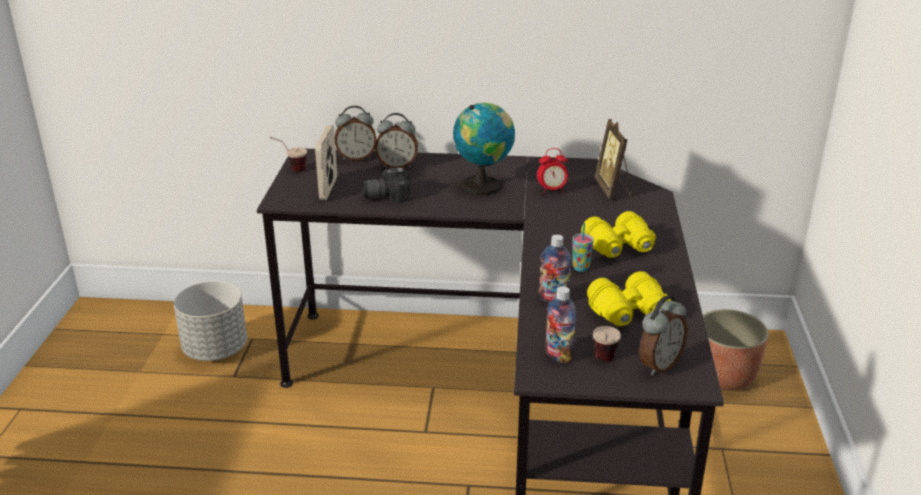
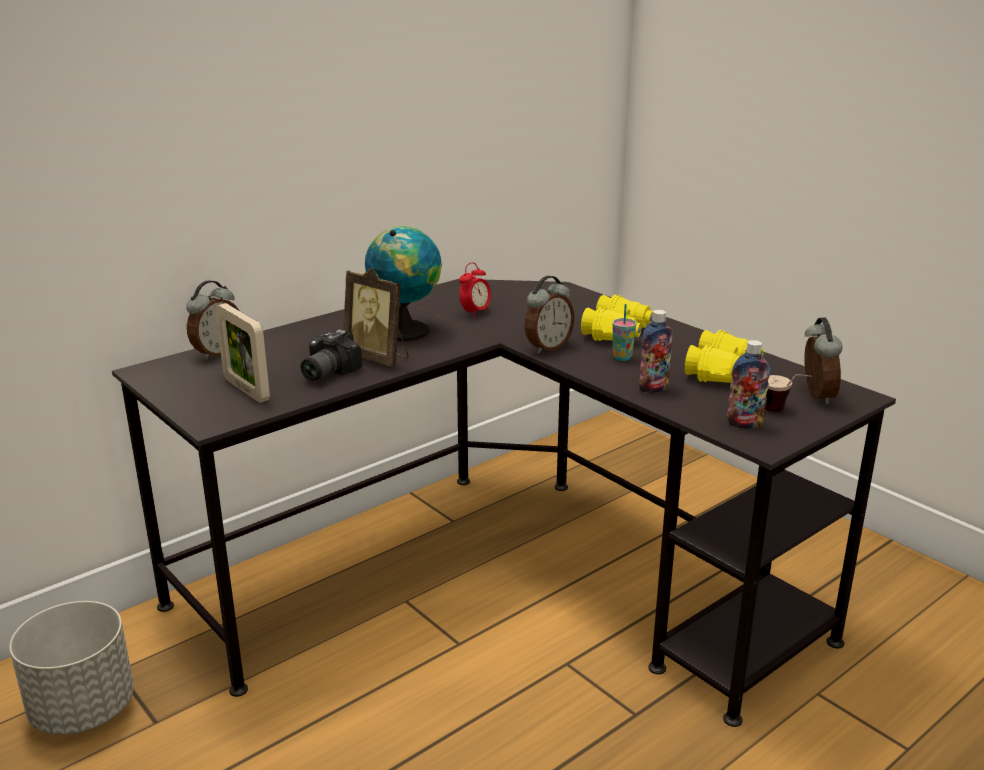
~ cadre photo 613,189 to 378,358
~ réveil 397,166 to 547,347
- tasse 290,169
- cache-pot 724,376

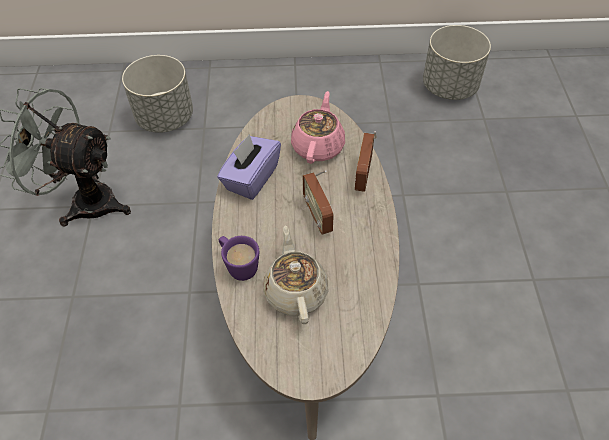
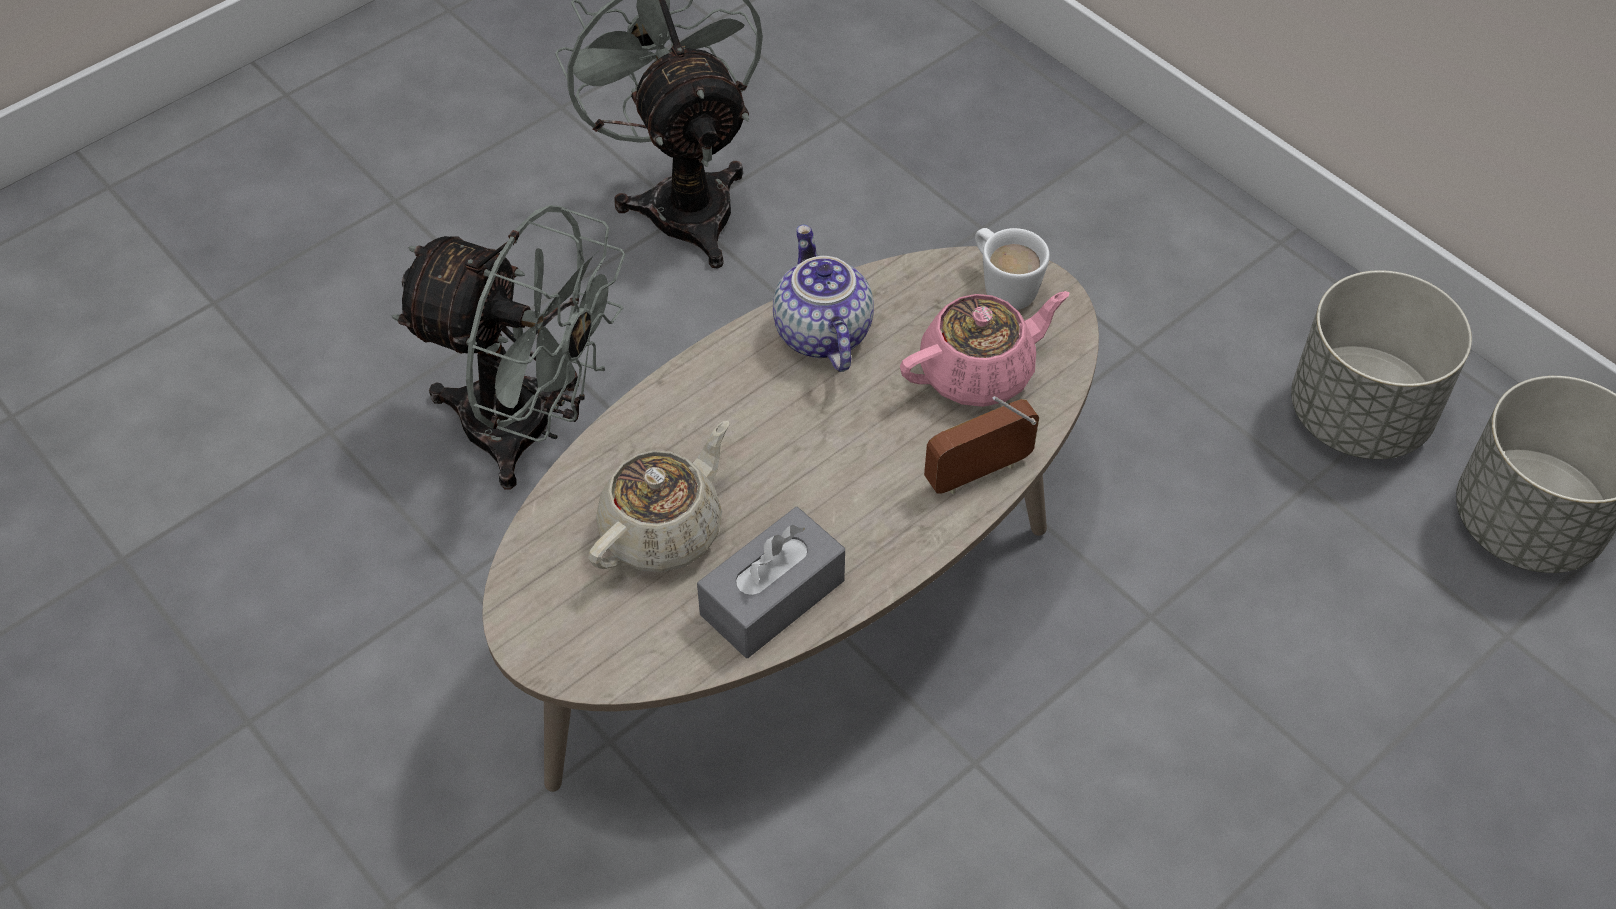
+ ventilateur [gris] 531,430
+ boîte à mouchoirs [gris] 772,597
~ boîte à mouchoirs [violet] 251,178 to théière 820,333
+ mug [blanc] 1002,287
~ cache-pot [gris] 166,118 to 1359,416
- mug [violet] 238,265
- radio 318,216

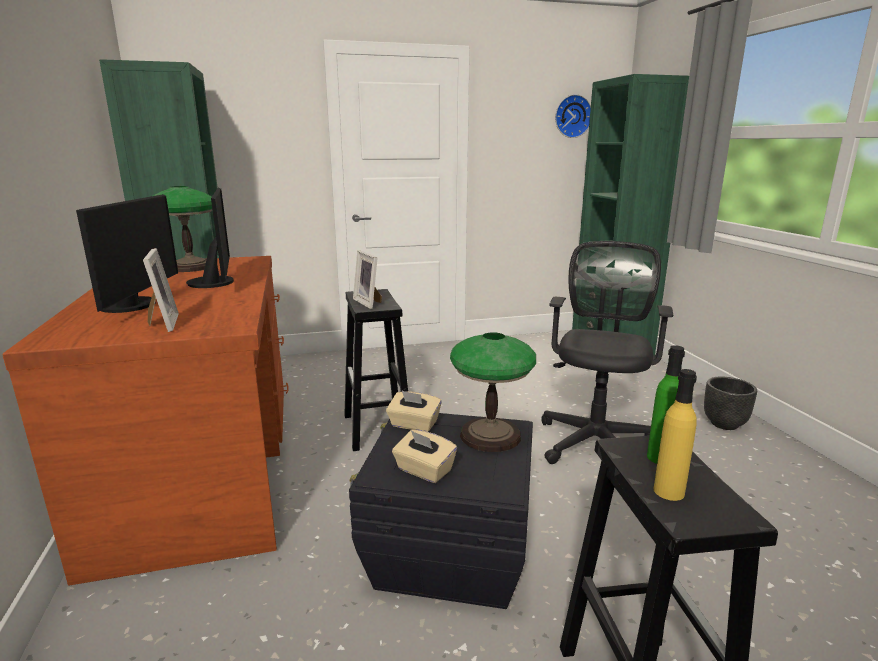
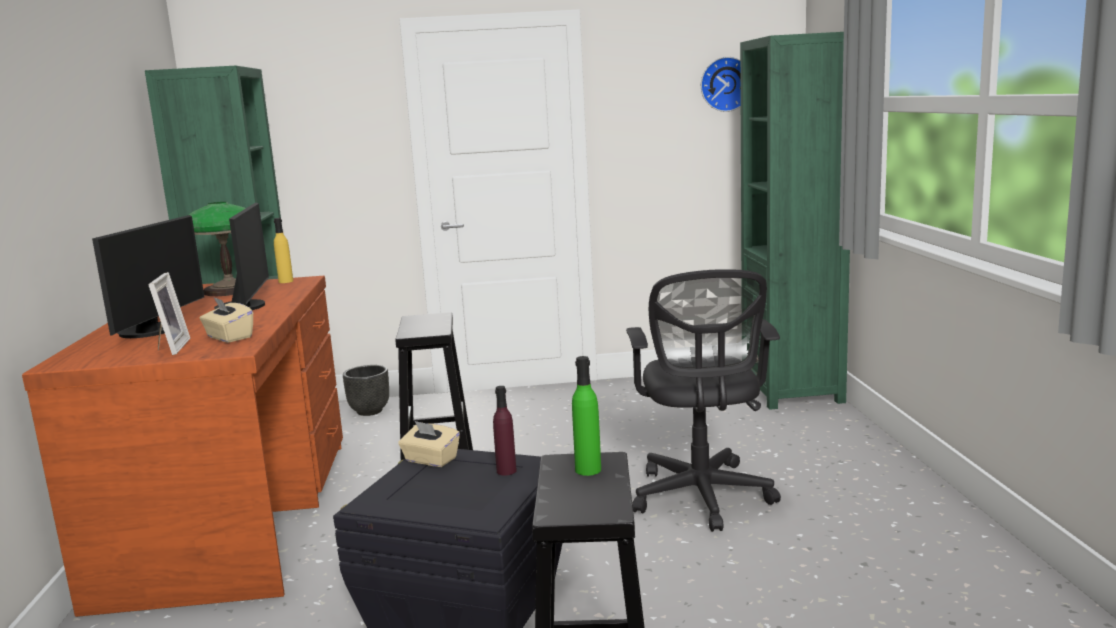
~ boîte à mouchoirs [beige] 424,471 to 229,337
~ bouteille [jaune] 668,491 to 286,281
~ cache-pot [noir] 723,424 to 369,411
~ lampe de table 490,435 to bouteille [violet] 506,471
~ chaise de bureau [noir] 595,439 = 702,498 150 degrees clockwise
- cadre photo 369,303

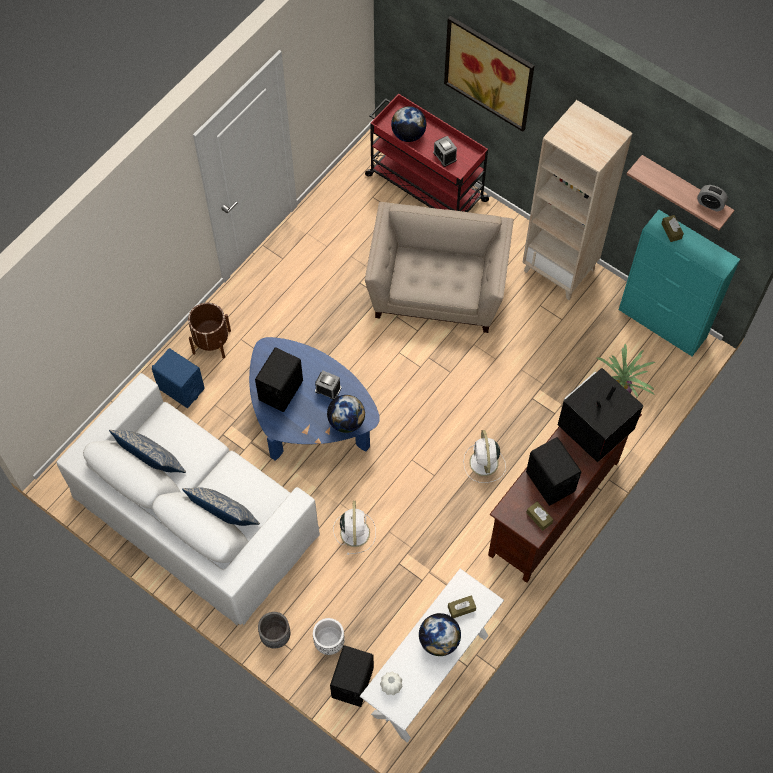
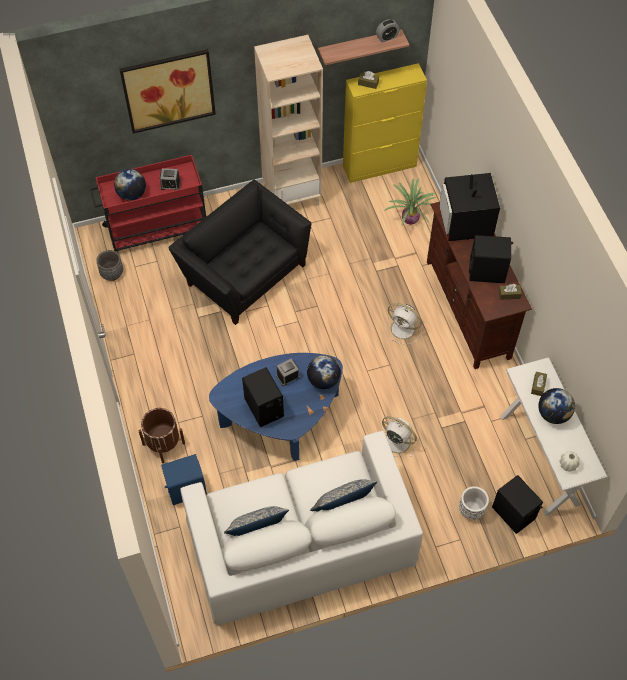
~ cache-pot [gris] 275,636 to 112,274
~ fauteuil [beige] 438,287 to fauteuil [noir] 244,272
~ meuble de rangement [turquoise] 662,324 to meuble de rangement [jaune] 380,166

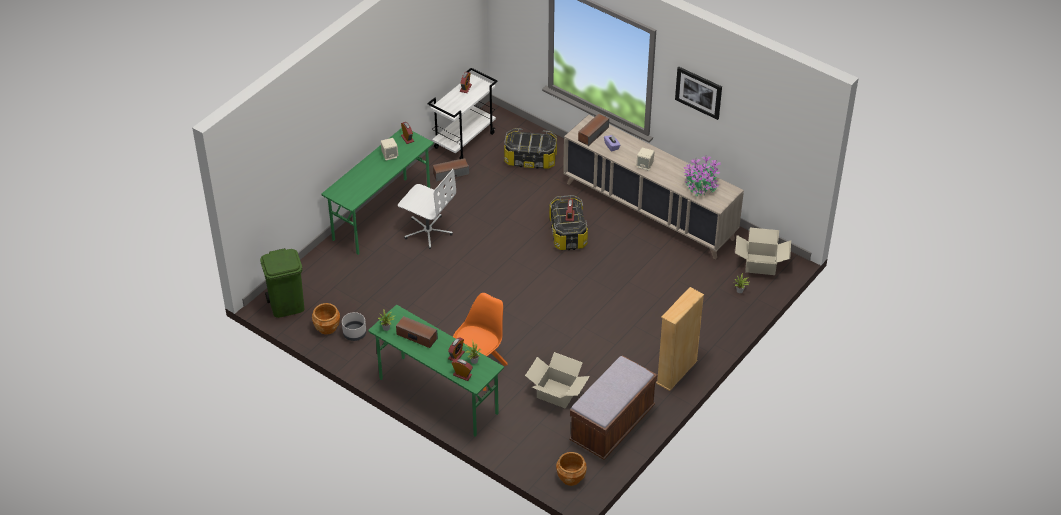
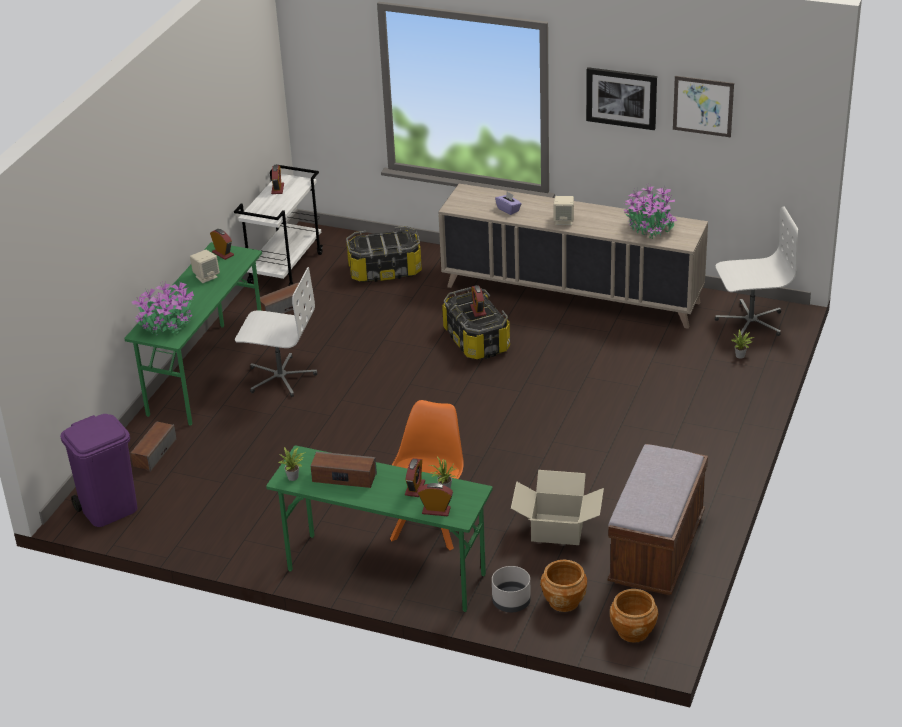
~ poubelle [vert] 287,305 to poubelle [violet] 109,509
~ enceinte 593,134 to 154,453
+ plante en pot 168,324
~ cache-pot [gris] 354,333 to 511,601
~ cache-pot [marron] 327,327 to 564,601
+ tableau 703,106
~ carton 760,264 to chaise de bureau [blanc] 750,322
- bibliothèque [beige] 676,372

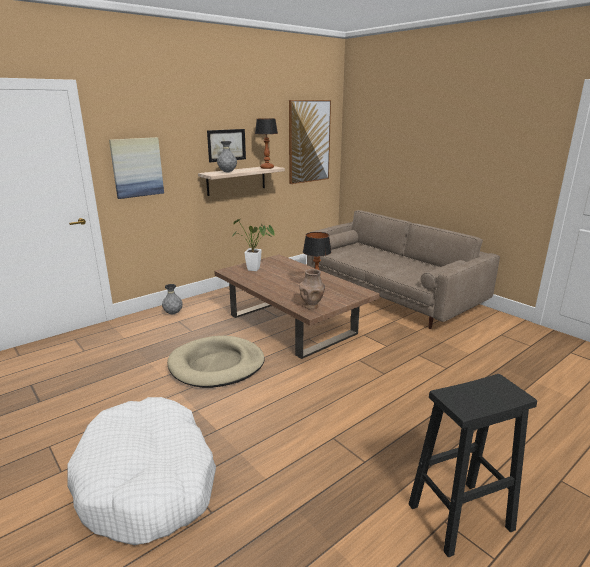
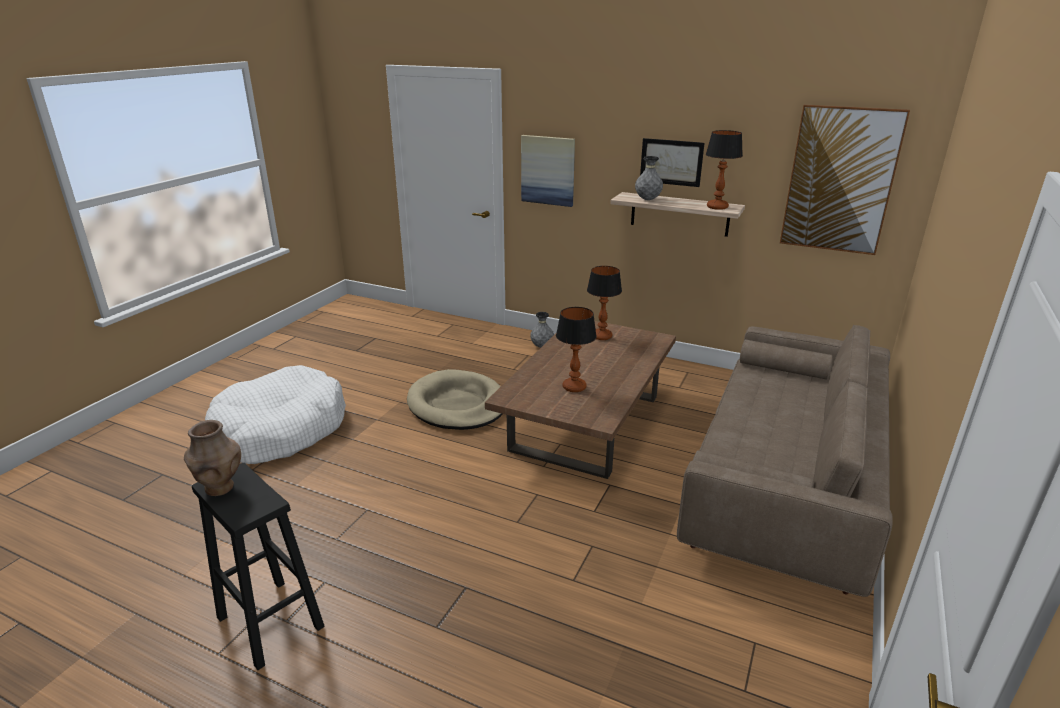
~ vase [marron] 311,306 to 220,488
~ plante en pot 256,269 to lampe de table 601,336

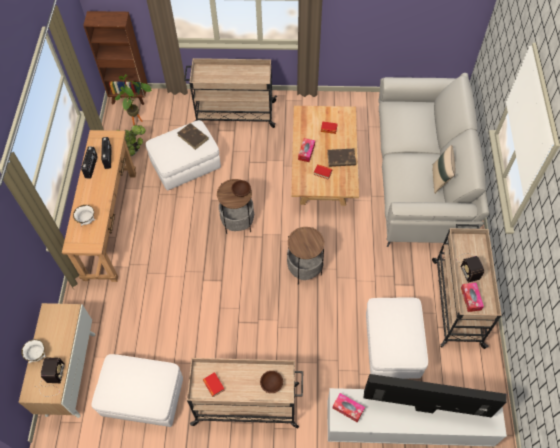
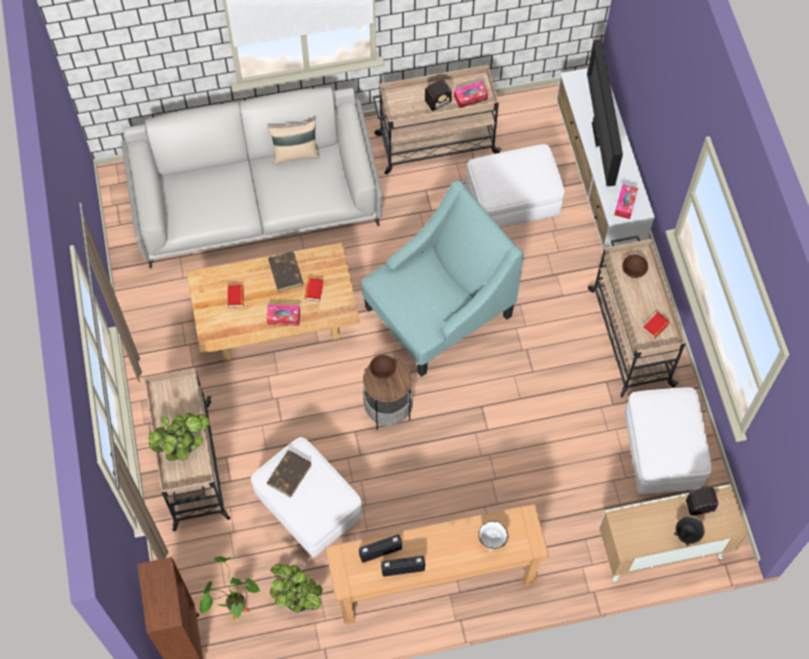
+ plante en pot 183,446
~ table d'appoint 304,269 to fauteuil [turquoise] 437,312
~ bol [blanc] 38,355 to bol [noir] 686,535

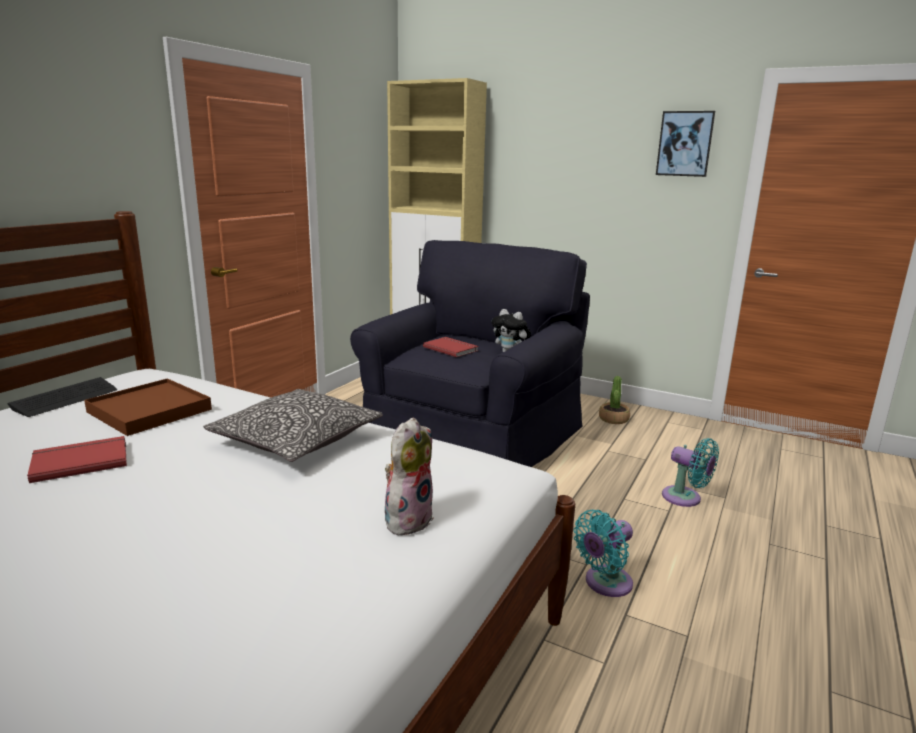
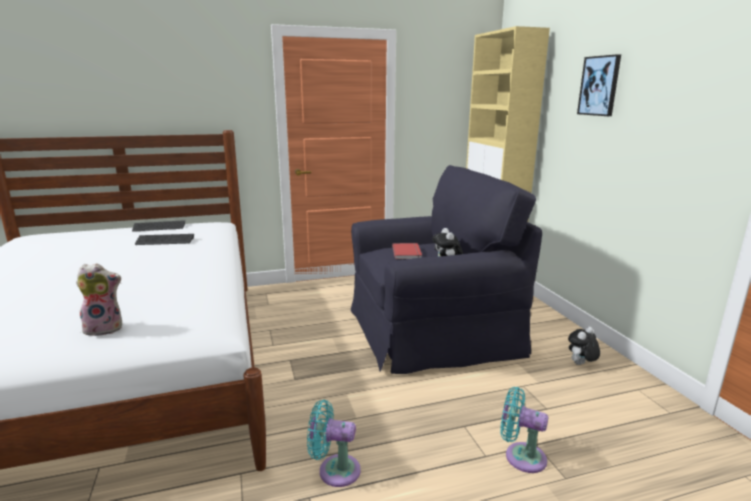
~ plateau [marron] 150,410 to clavier 165,241
~ ventilateur [turquoise] 685,498 = 521,456 120 degrees clockwise
~ plante en pot 613,419 to peluche 580,365
~ tableau 685,144 to 599,86
- livre [rouge] 80,461
- coussin 297,440

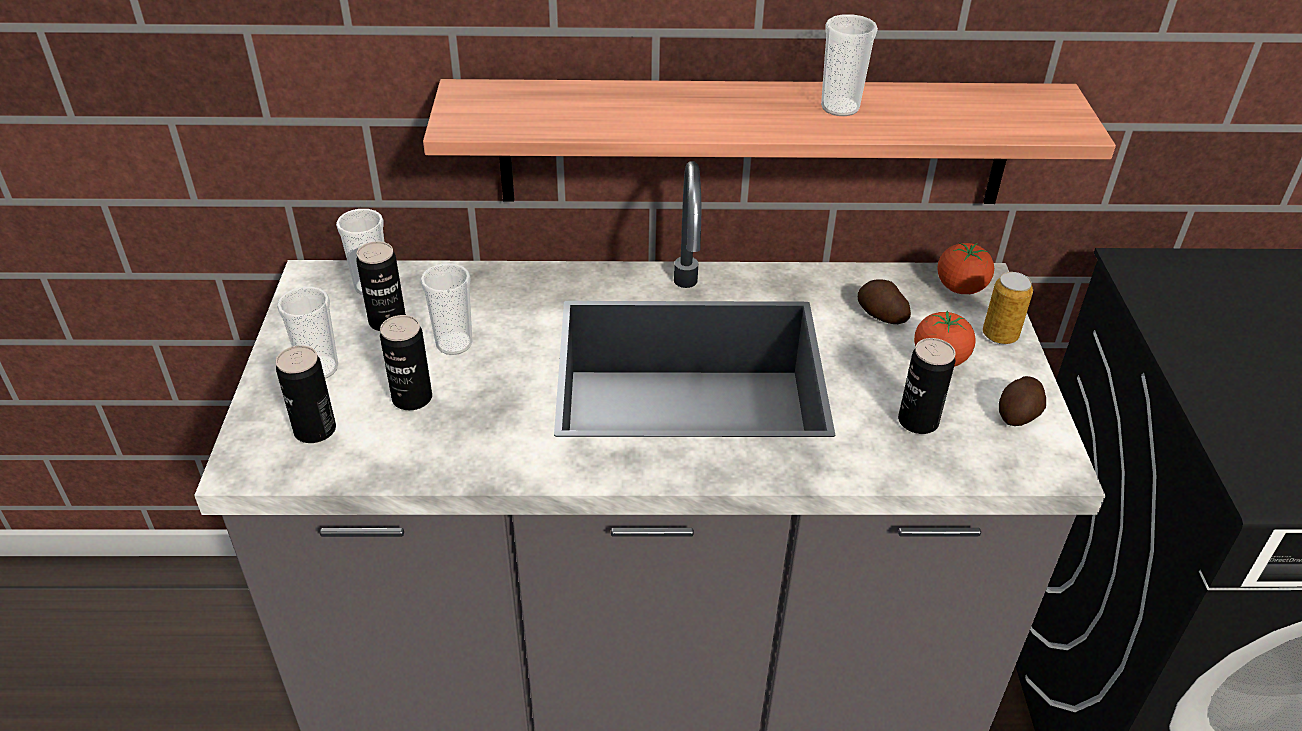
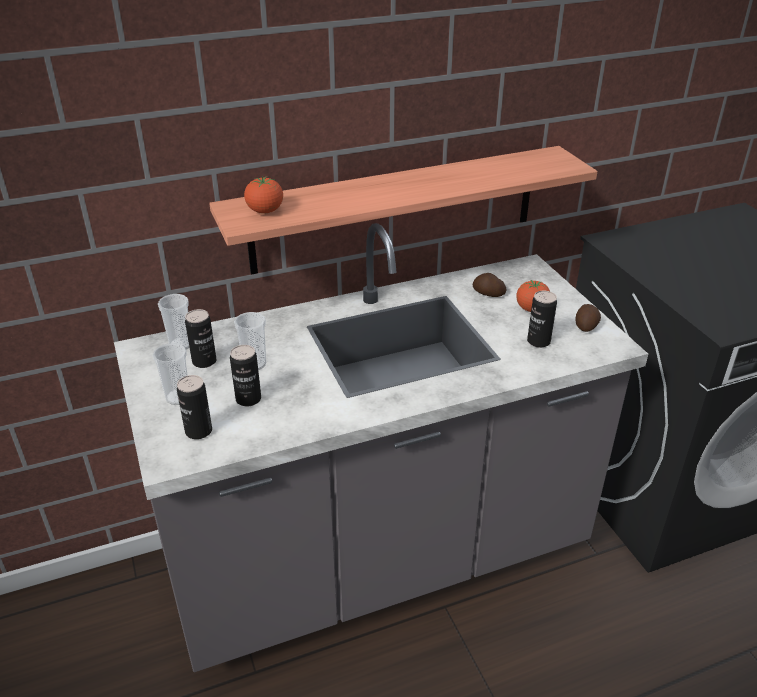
~ tomate 960,288 to 265,211
- tasse 840,108
- boîte métallique 1000,335

